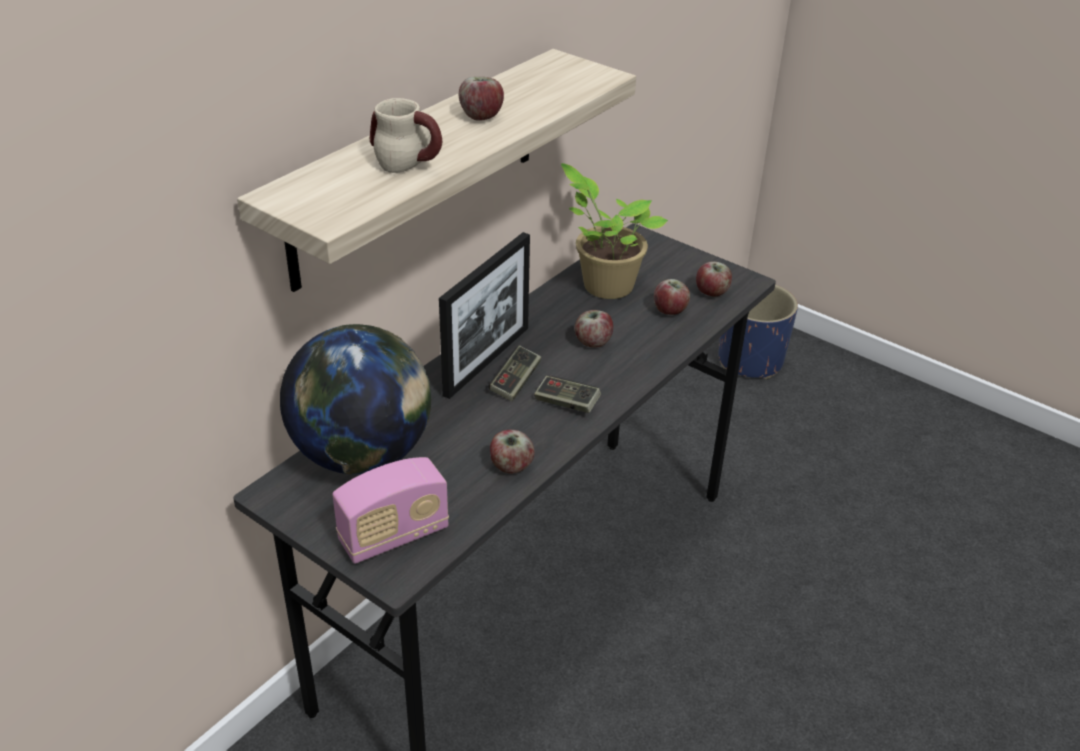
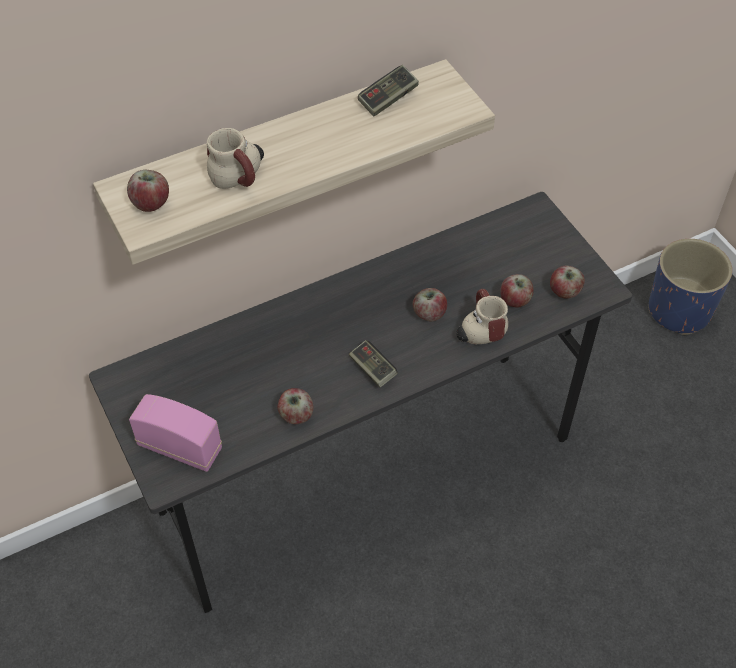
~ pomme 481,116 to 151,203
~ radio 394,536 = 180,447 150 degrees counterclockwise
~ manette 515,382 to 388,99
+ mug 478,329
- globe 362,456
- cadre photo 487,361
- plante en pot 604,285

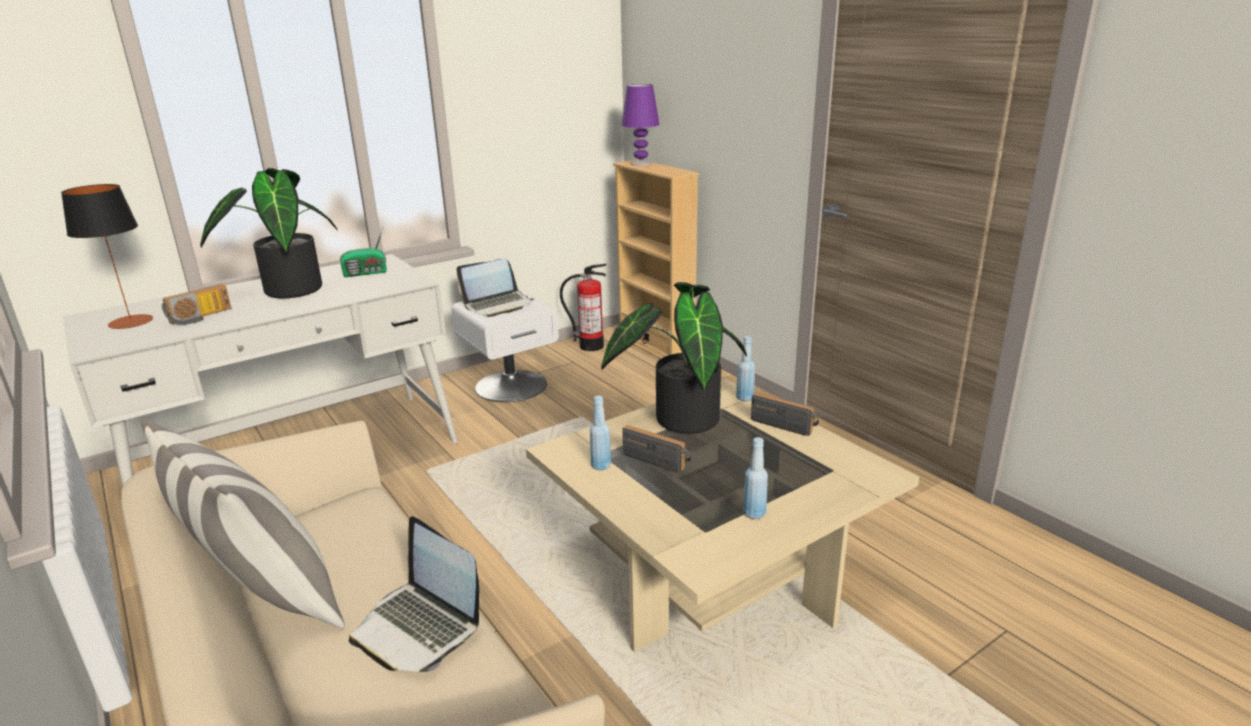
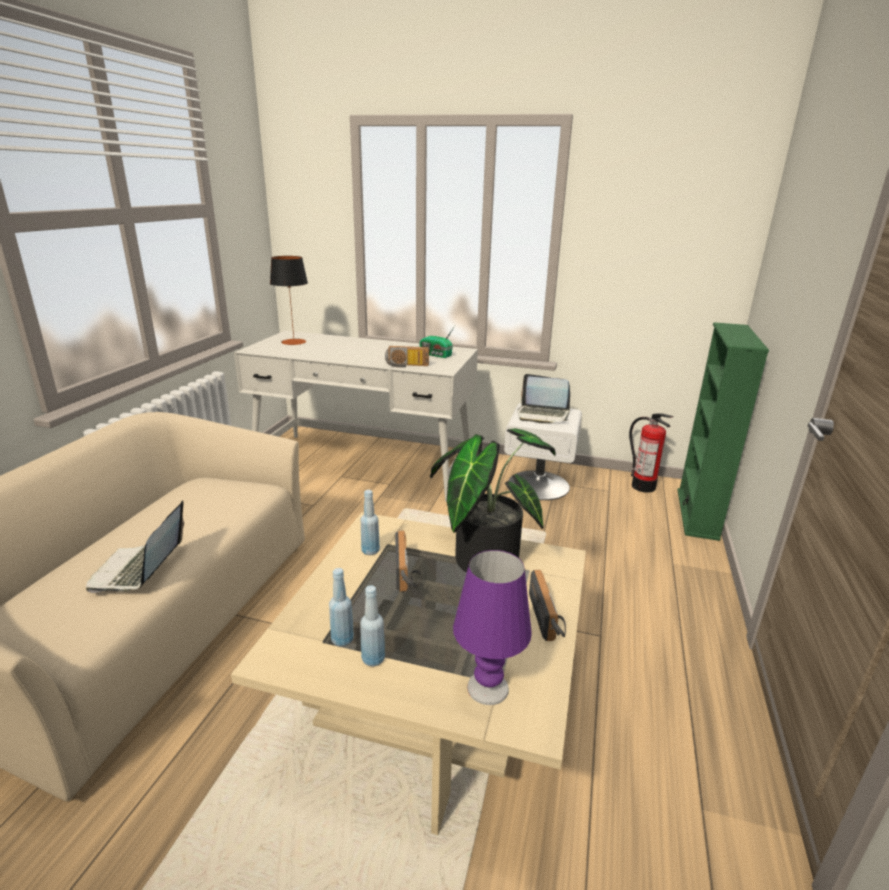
~ bouteille [bleu] 744,398 to 342,639
~ radio 201,317 to 406,365
~ lampe de table [violet] 640,163 to 488,687
~ bibliothèque [beige] 656,347 to bibliothèque [vert] 697,514
- coussin 264,600
- plante en pot 287,289

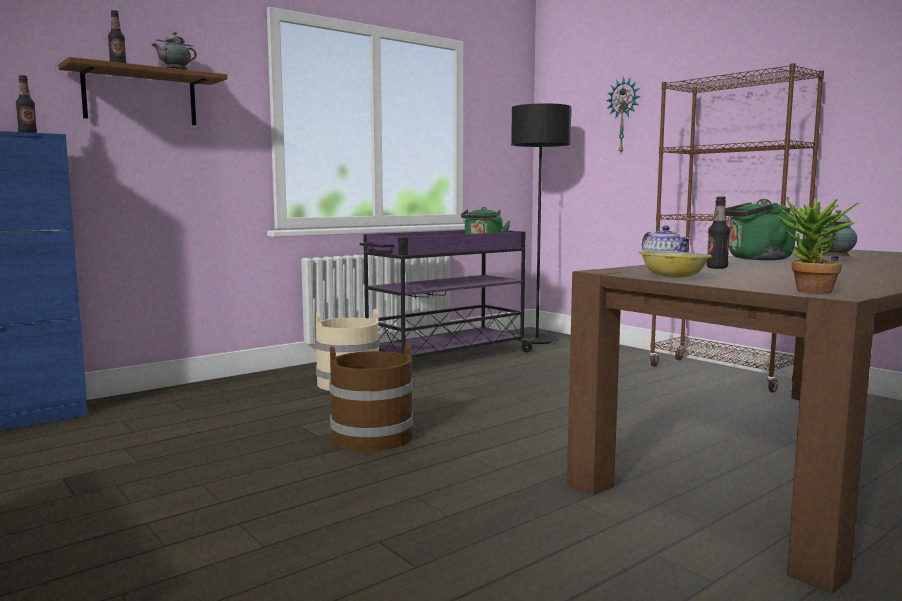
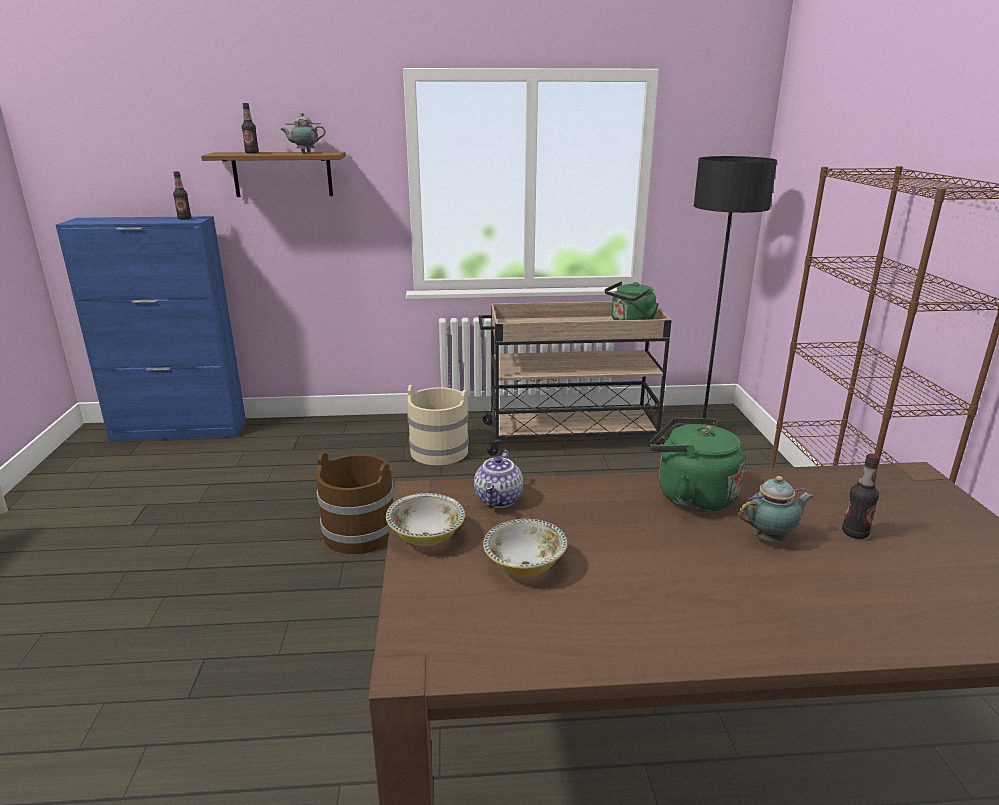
~ chariot [violet] 445,357 to chariot [beige] 569,436
+ bol 524,565
~ bouteille 717,268 to 854,533
- horloge murale 624,116
- plante en pot 810,291

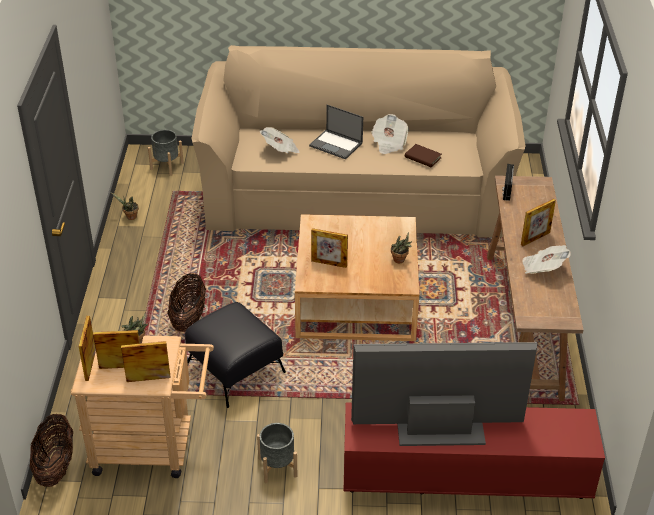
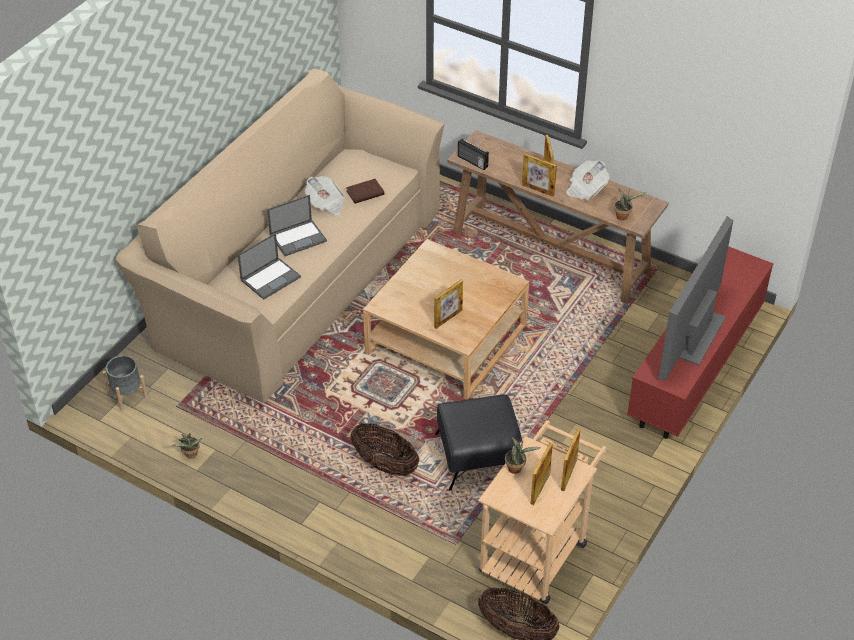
~ journal 280,149 to ordinateur portable 271,278
~ cadre photo 90,365 to 538,190
~ plante en pot 400,260 to 623,216
- cache-pot [gris] 277,467

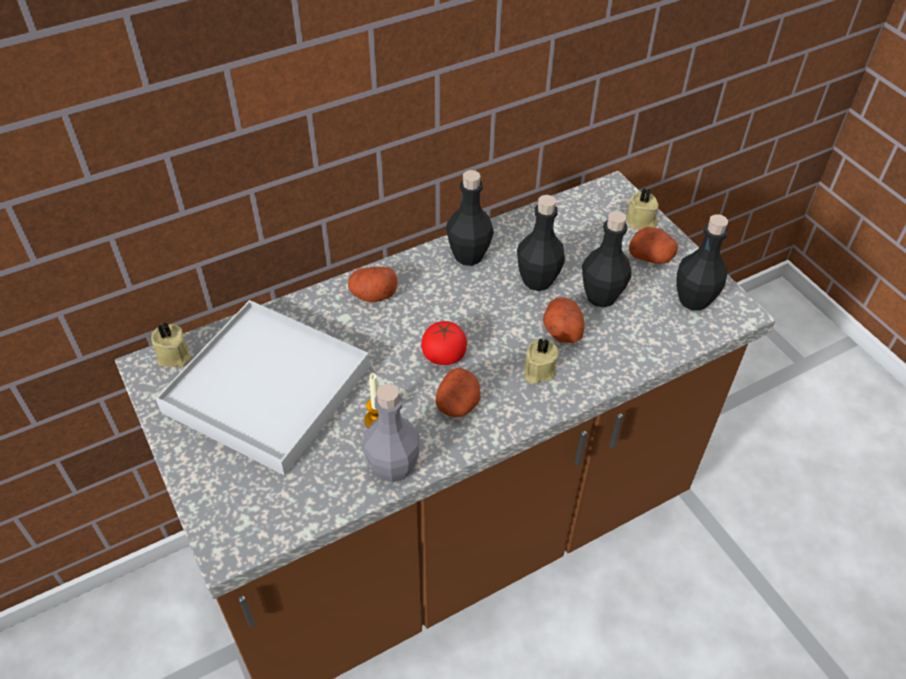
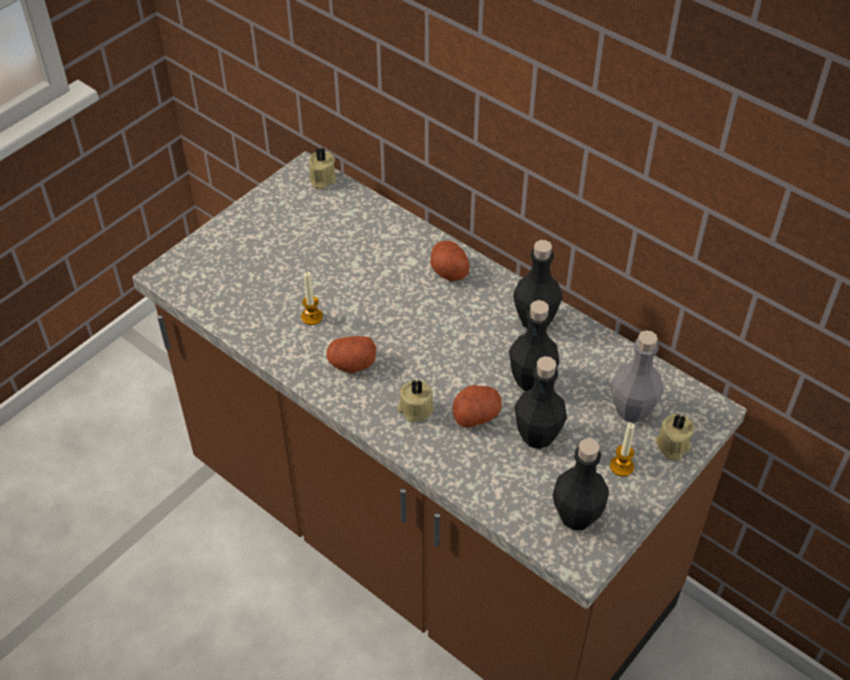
~ pomme de terre 651,256 to bougie 621,466
~ bouteille [gris] 393,467 to 632,410
- plateau [blanc] 267,389
- tomate 444,355

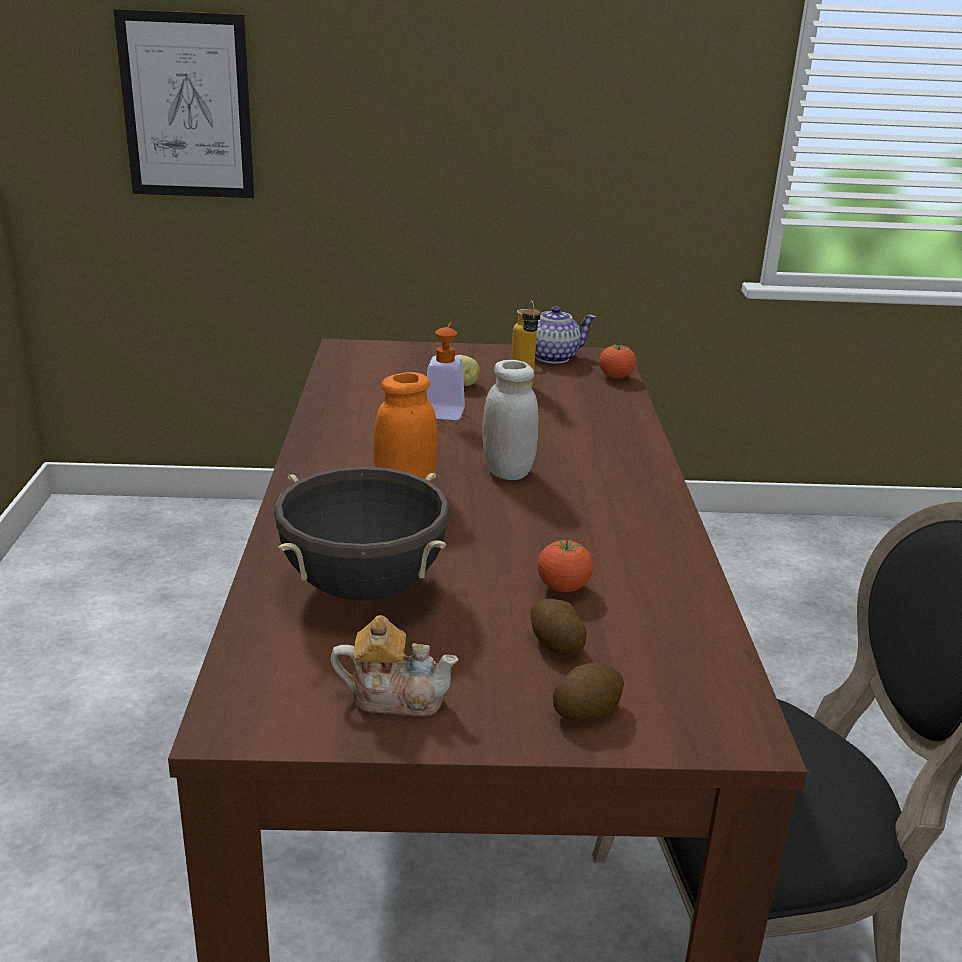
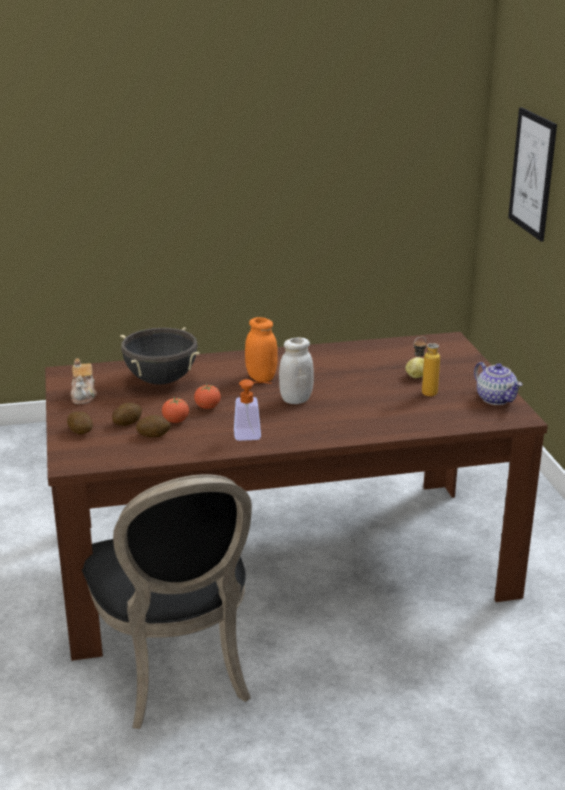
+ pomme de terre 154,435
~ tomate 616,377 to 207,407
~ distributeur de savon 445,410 to 253,435

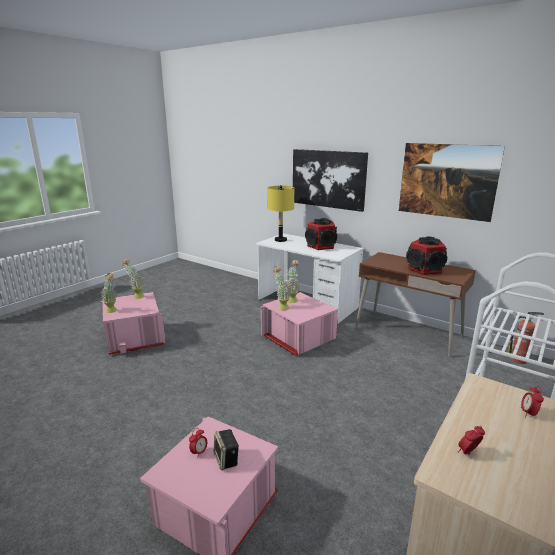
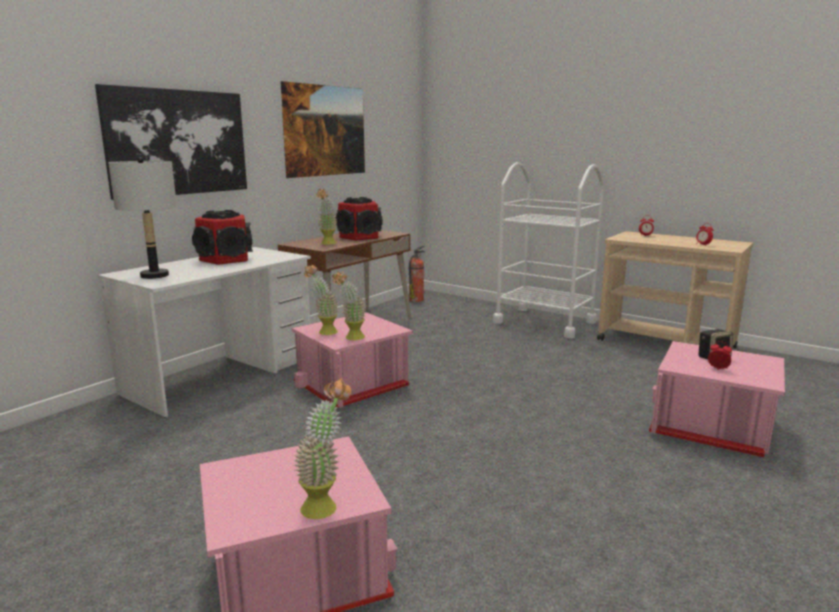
~ lampe de table [jaune] 280,240 to lampe de table [gris] 154,276
~ plante en pot 136,296 to 327,244

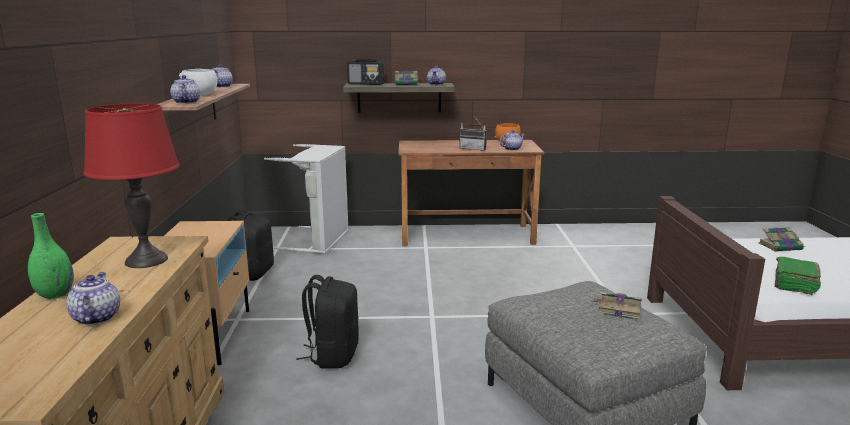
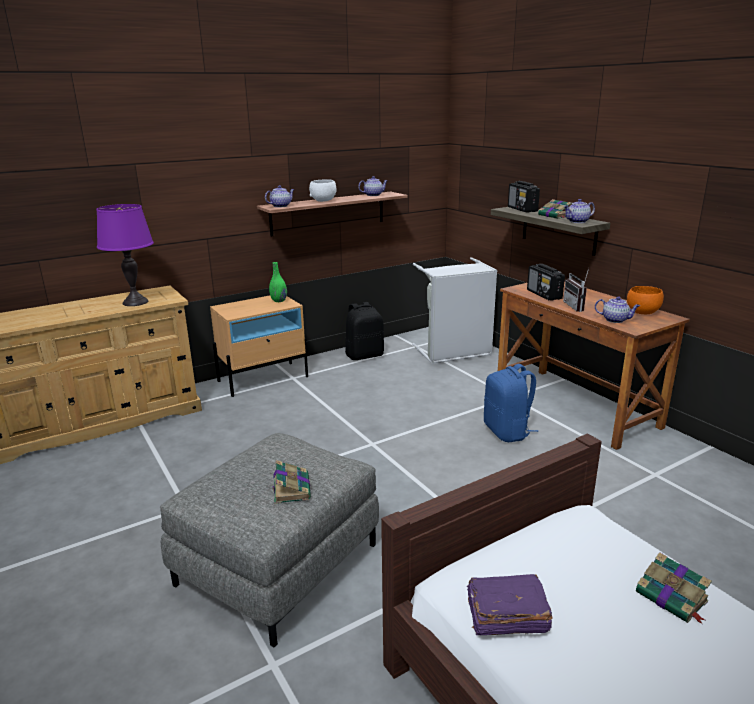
~ lampe de table [rouge] 146,260 to lampe de table [violet] 135,302
~ vase [vert] 55,294 to 279,301
~ livre [vert] 794,284 to livre [violet] 505,616
+ sac à dos [bleu] 507,432
+ radio 544,295
- théière 96,317
- sac à dos [noir] 333,355

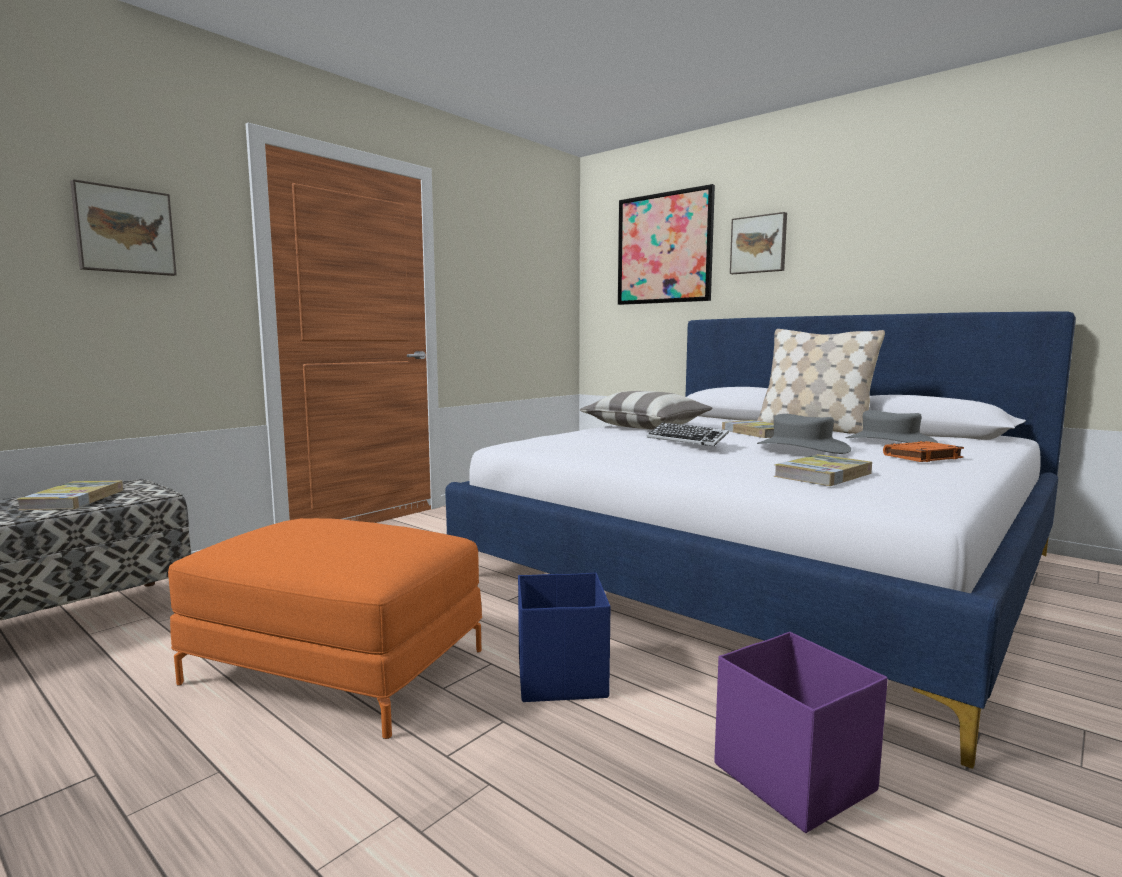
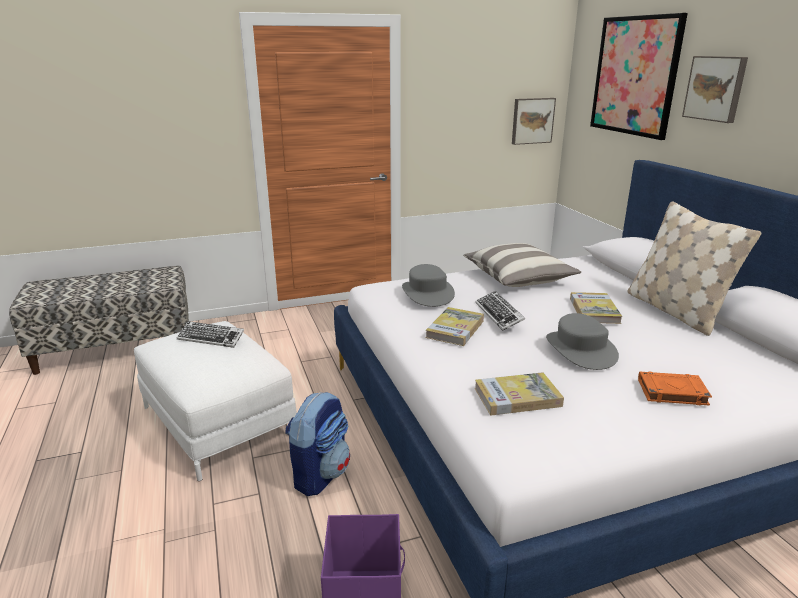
~ pouf [orange] 338,665 to pouf [blanc] 219,421
+ clavier 211,338
~ boîte de rangement [bleu] 562,676 to sac à dos 320,474
~ chapeau [gris] 889,442 to 427,293
~ livre 74,499 to 455,329
~ tableau 124,231 to 532,120

